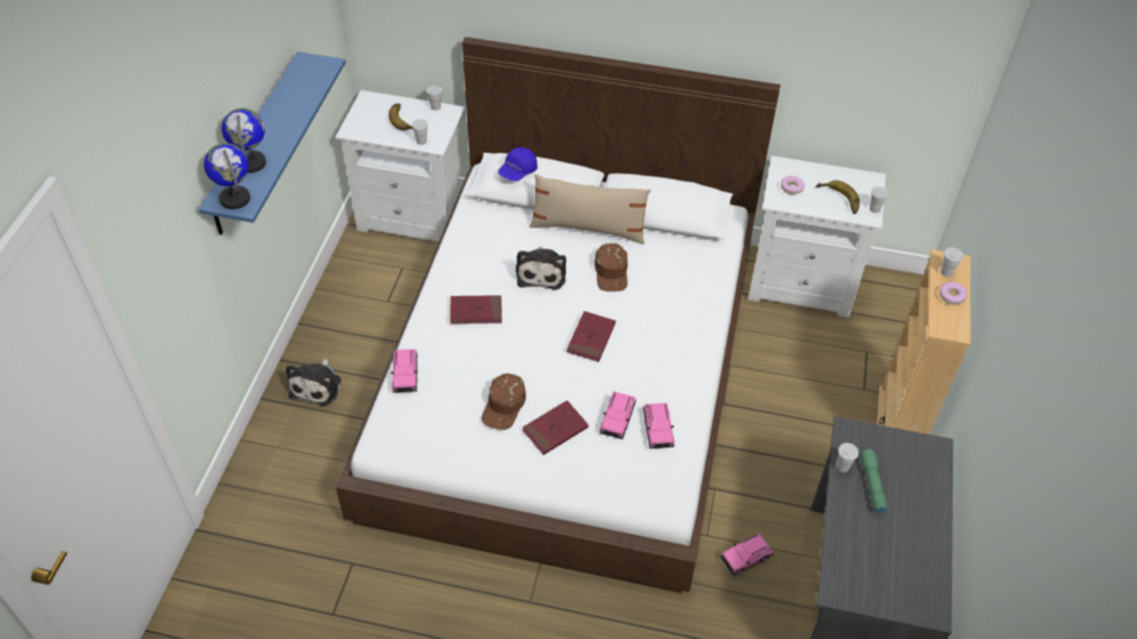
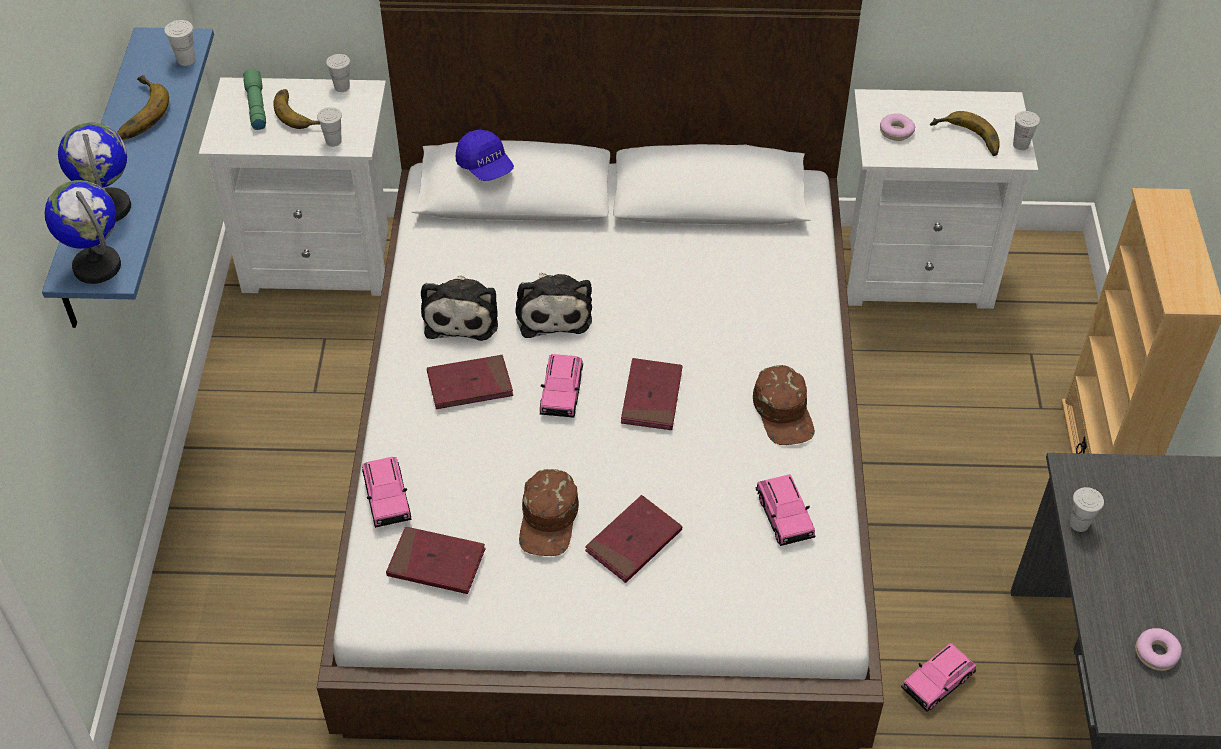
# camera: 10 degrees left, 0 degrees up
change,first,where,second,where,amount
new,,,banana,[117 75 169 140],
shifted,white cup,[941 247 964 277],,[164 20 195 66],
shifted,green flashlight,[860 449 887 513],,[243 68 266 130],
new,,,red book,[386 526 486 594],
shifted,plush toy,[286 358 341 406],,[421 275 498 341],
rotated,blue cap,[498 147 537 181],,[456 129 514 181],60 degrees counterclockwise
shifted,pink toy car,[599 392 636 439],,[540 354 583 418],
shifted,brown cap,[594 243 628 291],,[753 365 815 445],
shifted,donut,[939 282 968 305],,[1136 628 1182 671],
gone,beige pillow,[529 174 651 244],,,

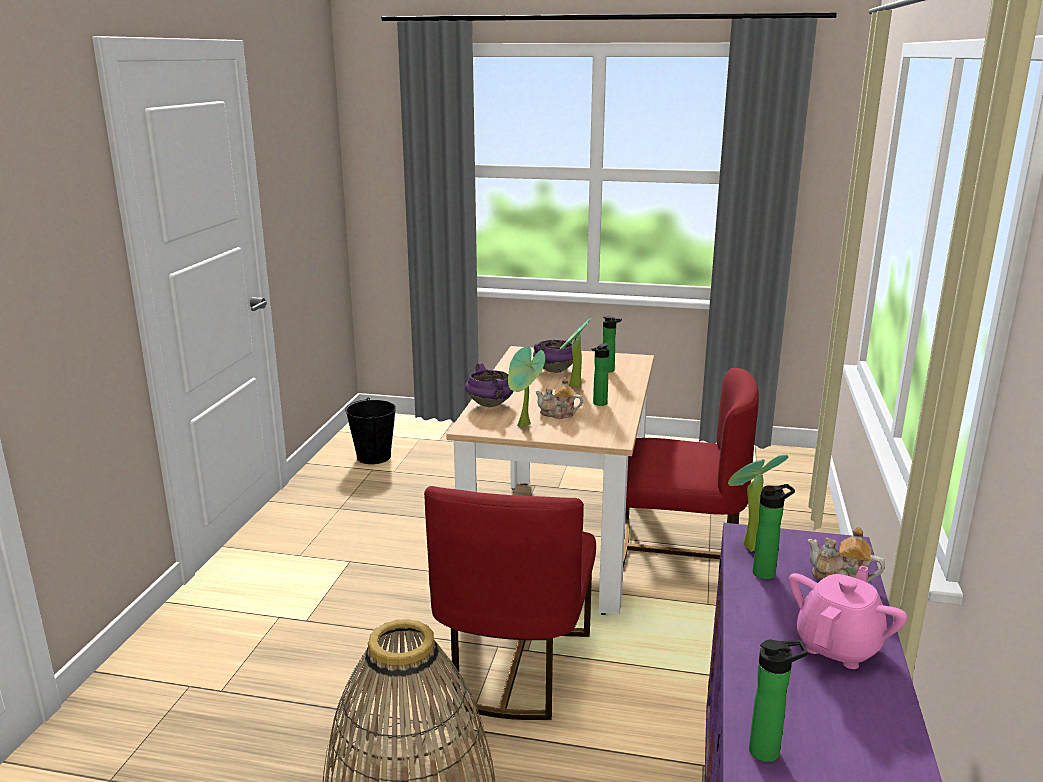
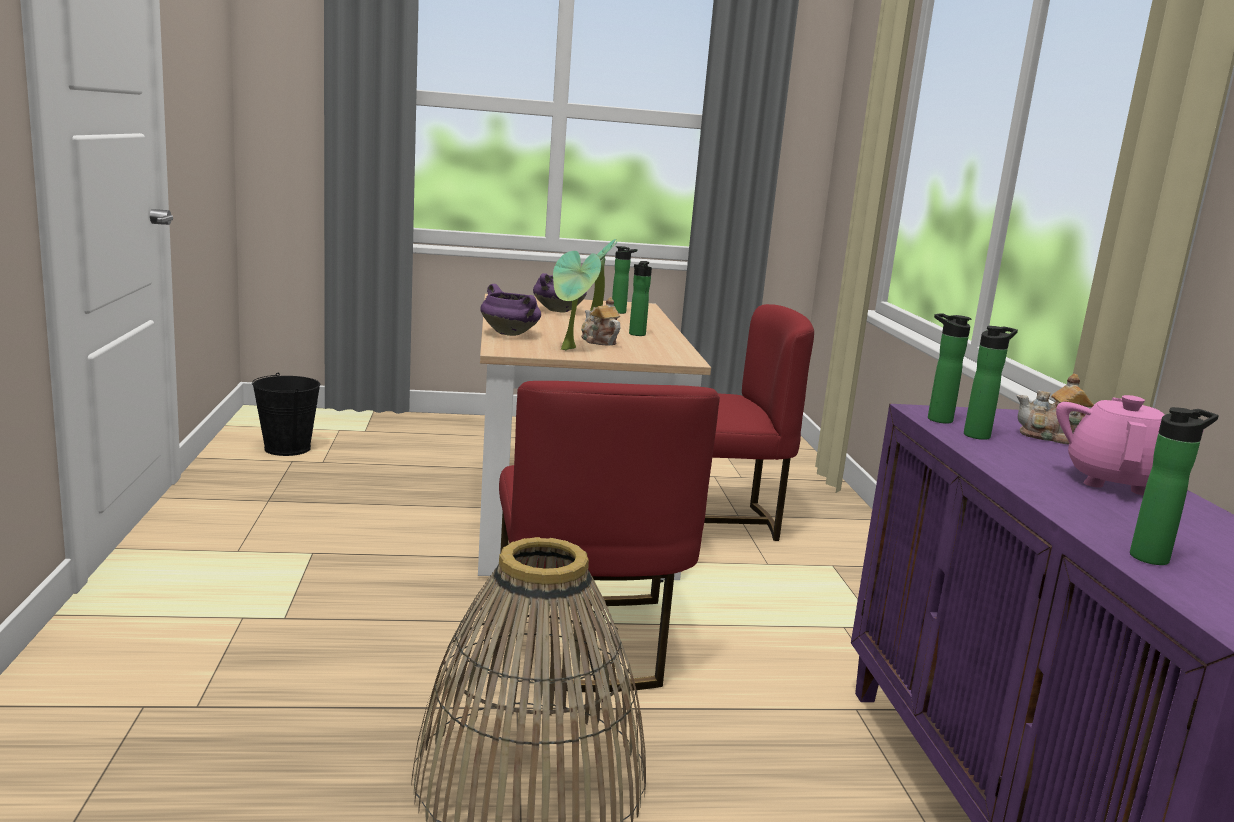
# camera: 20 degrees left, 5 degrees down
change,first,where,second,where,amount
rotated,teapot,[535 378 583 419],,[581 297 620 345],60 degrees clockwise
swapped,potted plant,[728 454 788 552],bottle,[928 313 971 423],

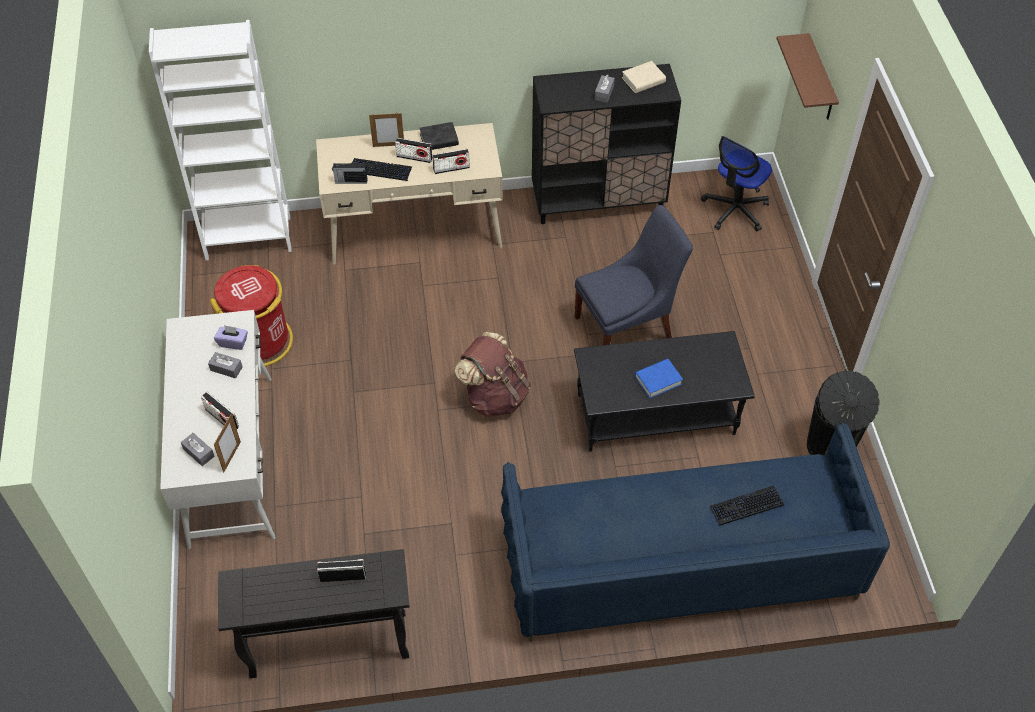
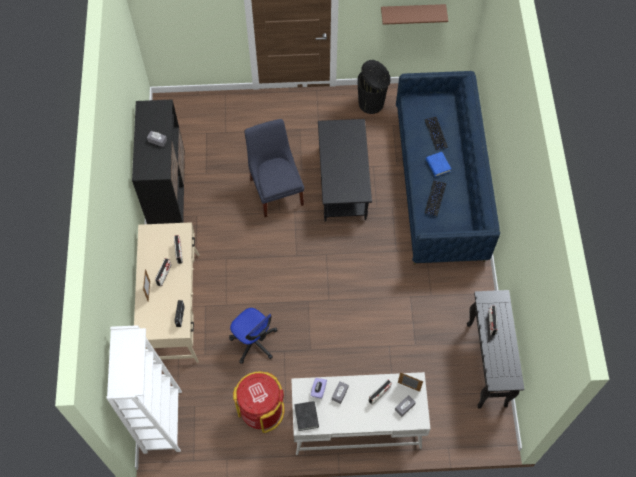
# camera: 85 degrees left, 10 degrees up
change,first,where,second,where,amount
shifted,office chair,[701 136 772 231],,[229 308 278 364],
shifted,black book,[420 122 459 150],,[294 401 319 431],
shifted,brown shelf,[776 33 839 120],,[381 4 448 25],
shifted,keyboard,[352 158 412 181],,[425 180 446 216],
shifted,blue book,[635 359 683 398],,[426 152 451 177],
gone,brown backpack,[455 332 531 417],,,
gone,beige book,[622 61 666 93],,,

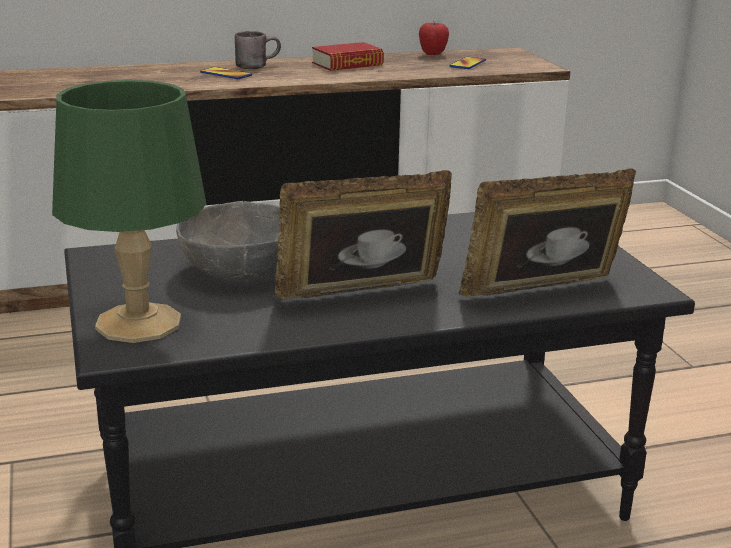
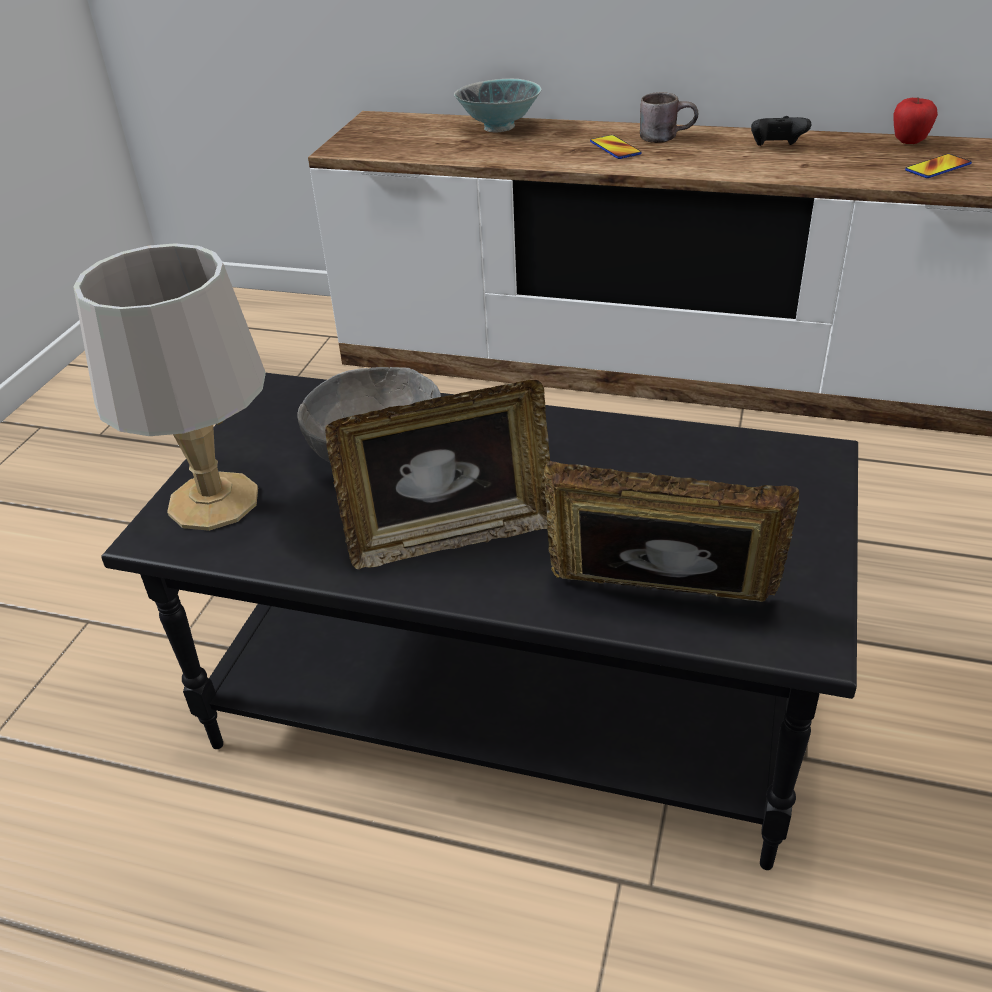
# camera: 35 degrees right, 15 degrees up
change,first,where,second,where,amount
repainted,green table lamp,[52 80 206 343],grey table lamp,[73 243 266 531],
rotated,picture frame,[274 170 452 299],,[325 380 550 569],150 degrees clockwise
new,,,bowl,[454 79 541 132],
swapped,book,[312 42 384 71],black game controller,[751 116 811 146],

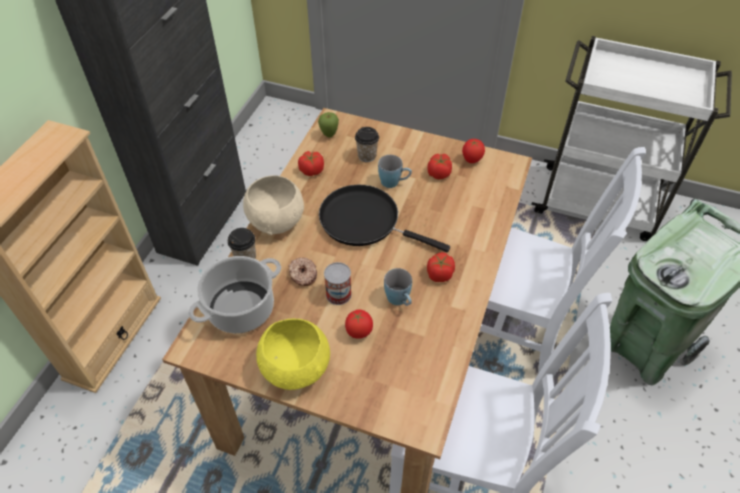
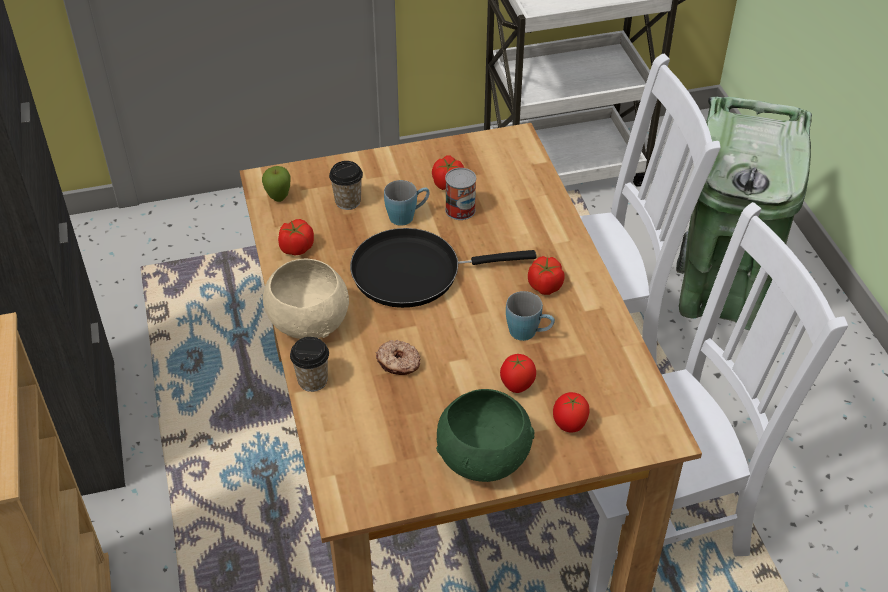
# camera: 35 degrees left, 5 degrees down
change,first,where,second,where,amount
repainted,yellow bowl,[256 319 330 390],green bowl,[436 389 535 482],
shifted,can,[324 262 352 305],,[445 168 476 220],
shifted,tomato,[462 139 485 163],,[553 392 590 433],
gone,cooking pot,[188 256 281 333],,,

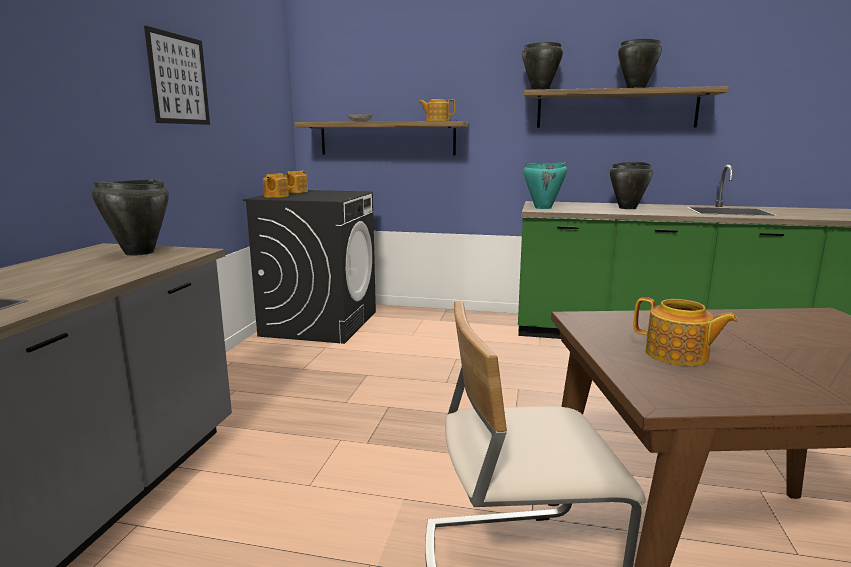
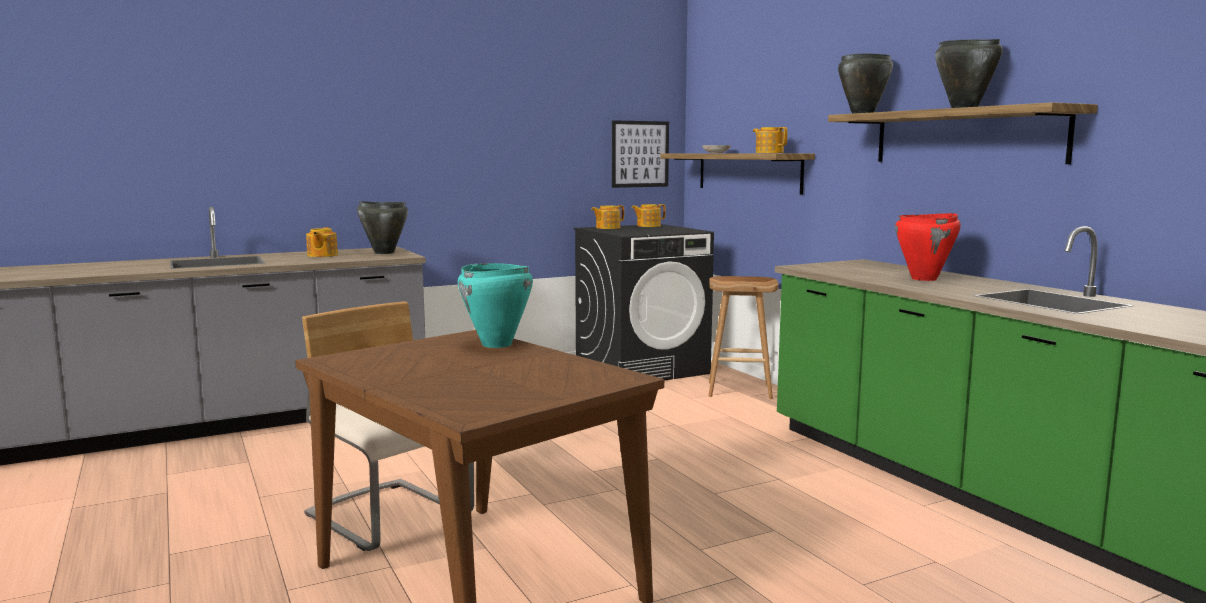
# camera: 50 degrees right, 5 degrees down
change,first,where,second,where,amount
shifted,teapot,[634 297 738 366],,[306 227 338 257],
shifted,turquoise cooking pot,[523 162 567 209],,[458 263 533 348],
shifted,picture,[144 26 210 125],,[612 120 669 188],
new,,,brown stool,[709 276 779 399],
repainted,black cooking pot,[610 162 653 209],red cooking pot,[895 213 961 281],

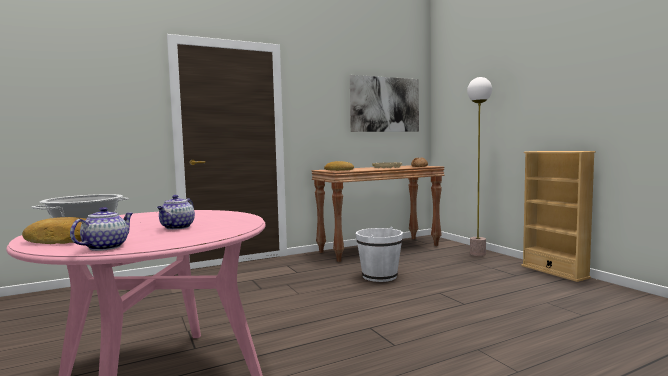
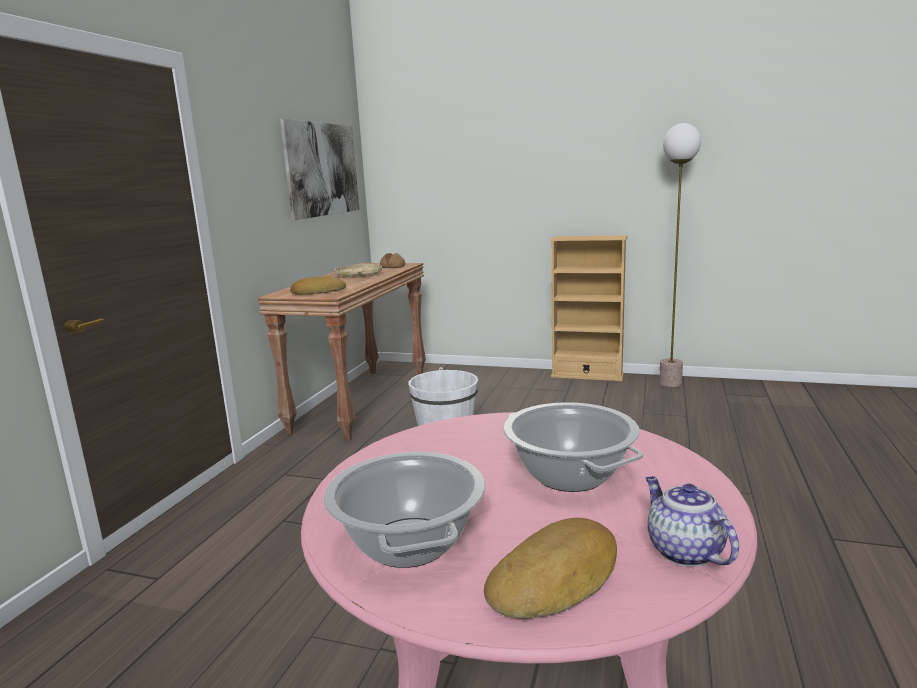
# camera: 45 degrees left, 10 degrees up
change,first,where,second,where,amount
swapped,teapot,[157 195 195 230],cooking pot,[503 402 644 492],
shifted,floor lamp,[467 77 492 256],,[659 123 701 387],

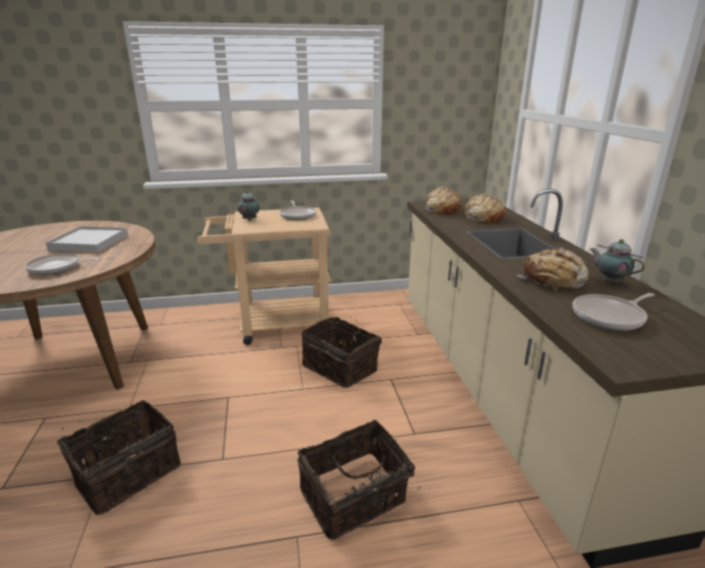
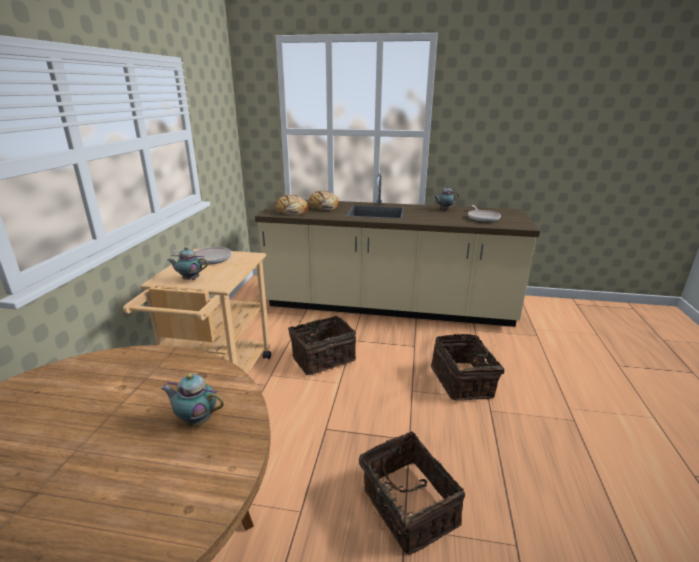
# camera: 70 degrees left, 0 degrees up
change,first,where,second,where,amount
swapped,frying pan,[25 253 102 275],teapot,[161 373 224 426],
gone,white tray,[46 226 128 253],,,
gone,bread,[517 248 588 290],,,

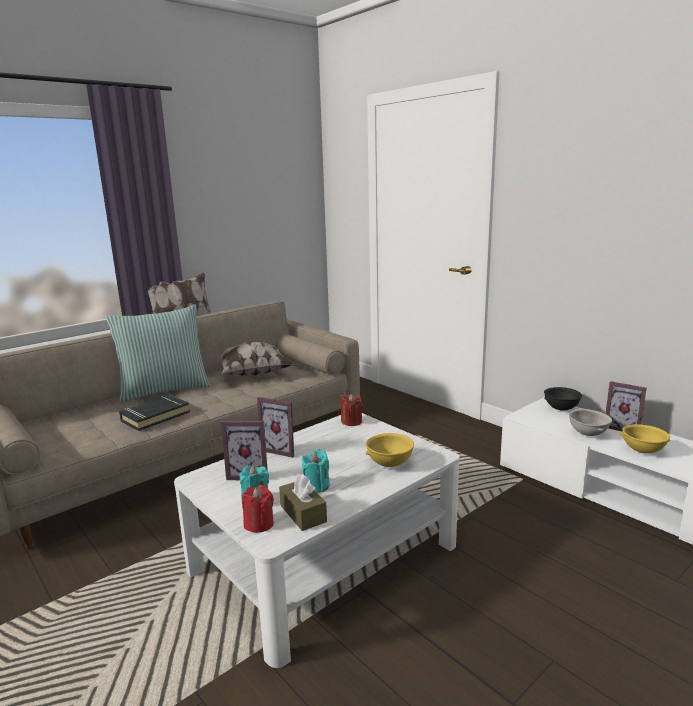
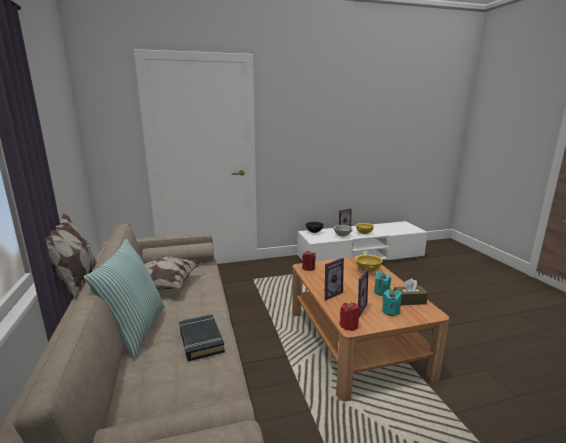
# camera: 65 degrees left, 0 degrees up
change,first,where,second,where,amount
repainted,white coffee table,[174 413 460 668],brown coffee table,[292 257 449 401],
shifted,red candle,[242 485 274 533],,[340 303 360 331],

